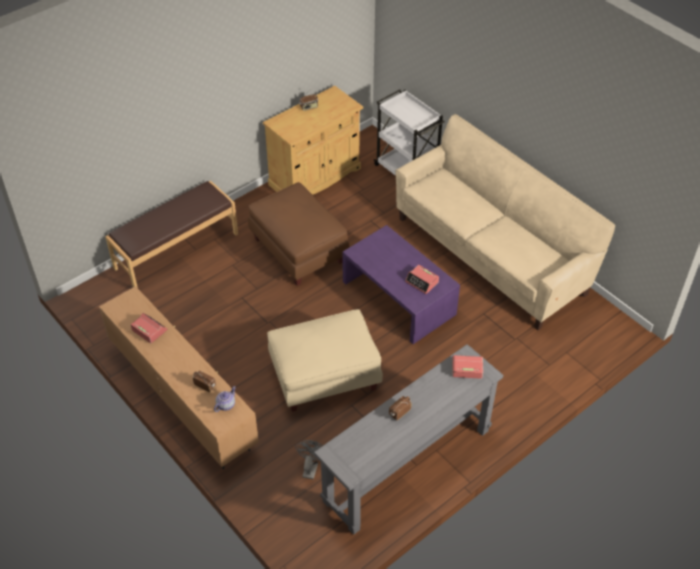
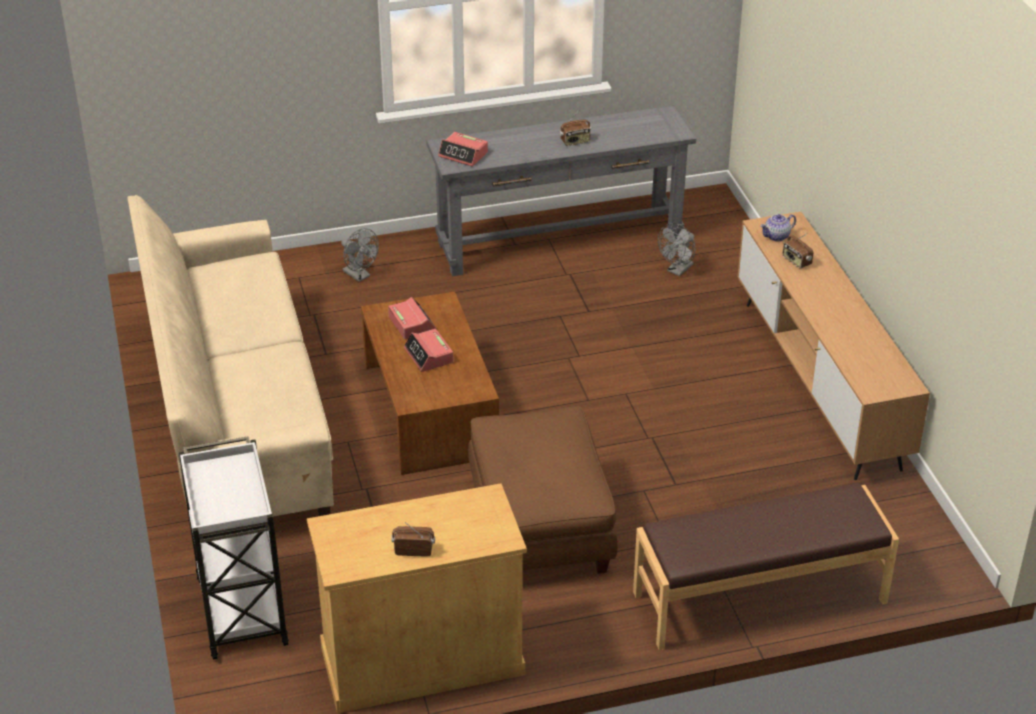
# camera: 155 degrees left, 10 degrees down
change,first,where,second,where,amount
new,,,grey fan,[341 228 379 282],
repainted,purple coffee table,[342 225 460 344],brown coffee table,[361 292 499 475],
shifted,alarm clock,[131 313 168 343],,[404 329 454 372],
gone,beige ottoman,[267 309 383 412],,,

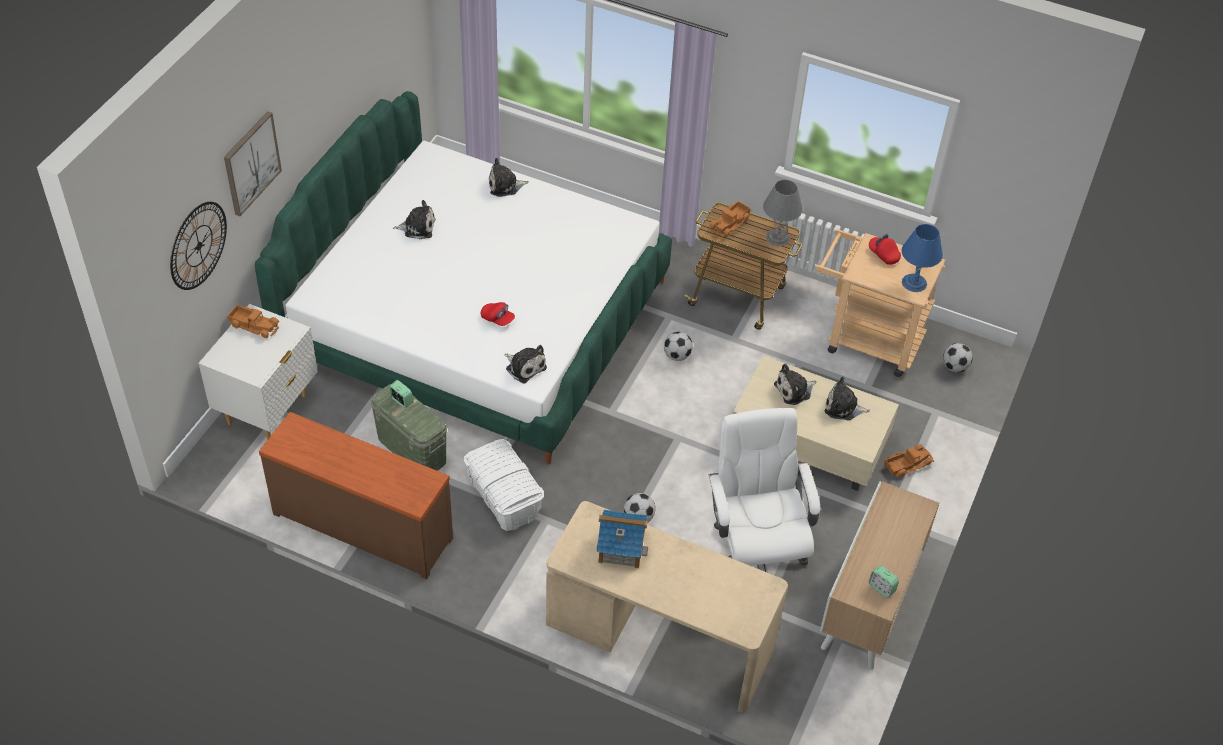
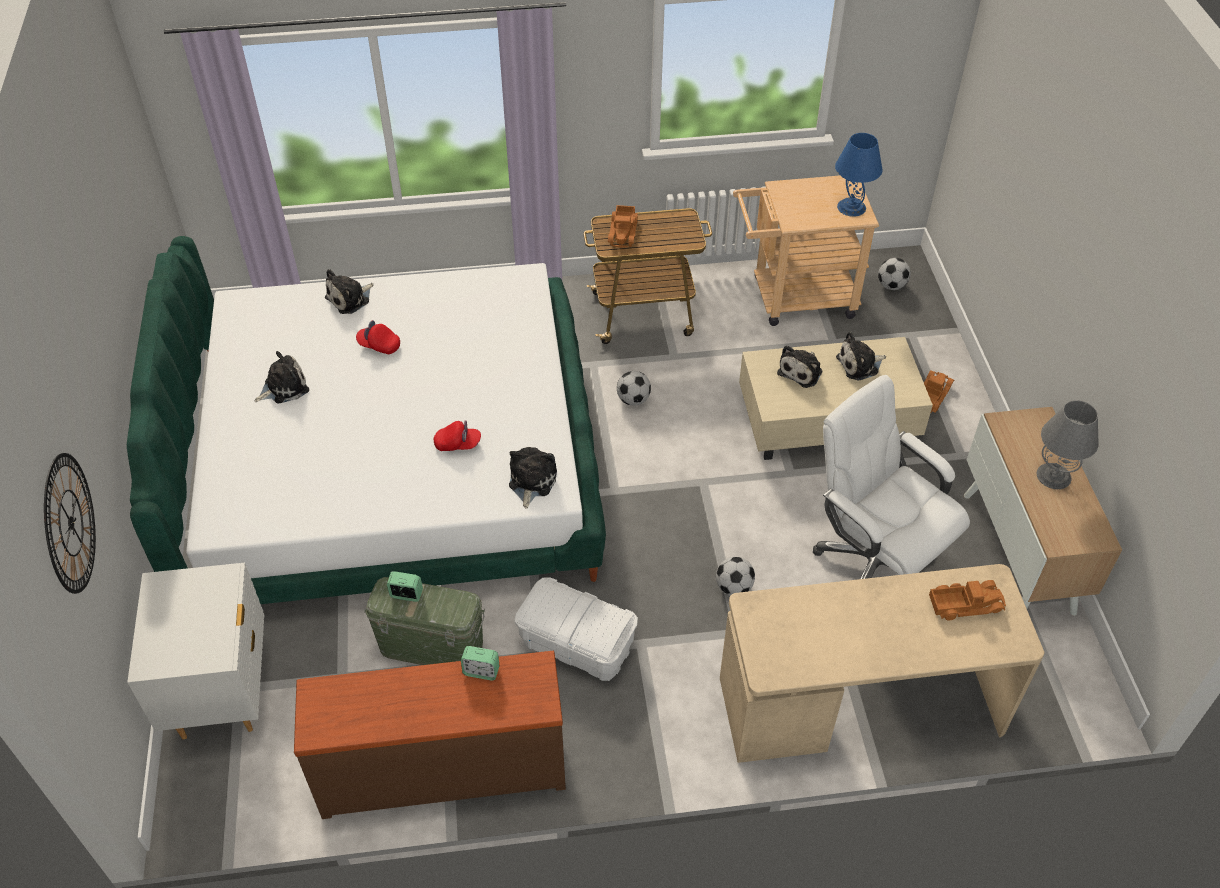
# camera: 30 degrees left, 0 degrees up
change,first,where,second,where,amount
shifted,red cap,[869 234 901 265],,[356 320 400 354],
shifted,alarm clock,[869 565 899 598],,[461 646 499 680],
rotated,plush toy,[504 345 547 384],,[509 447 557 509],90 degrees counterclockwise
shifted,toy truck,[227 305 279 338],,[929 580 1006 620],
shifted,grey table lamp,[763 180 803 246],,[1037 400 1099 489],
gone,picture,[224 111 282 216],,,
gone,toy house,[597 510 648 568],,,

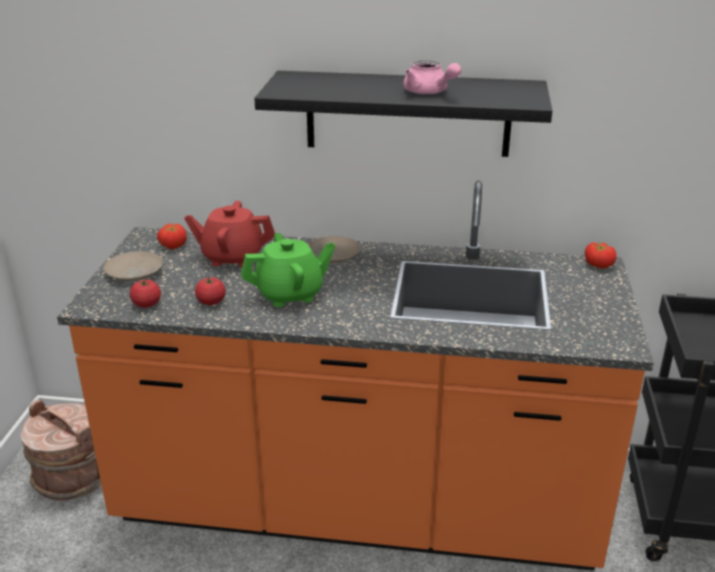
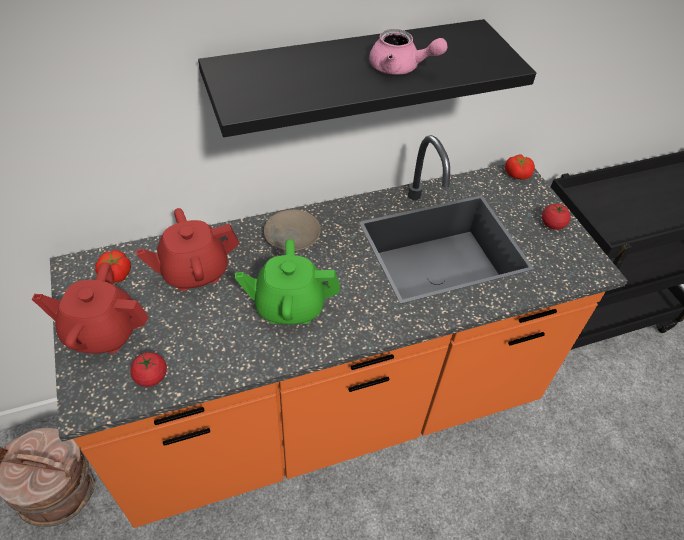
# camera: 30 degrees left, 20 degrees up
change,first,where,second,where,amount
swapped,beige plate,[103 251 163 281],red teapot,[32 263 149 354],
rotated,green teapot,[241 233 335 307],,[235 239 340 325],135 degrees counterclockwise
shifted,tomato,[195 277 226 305],,[542 204 571 230],

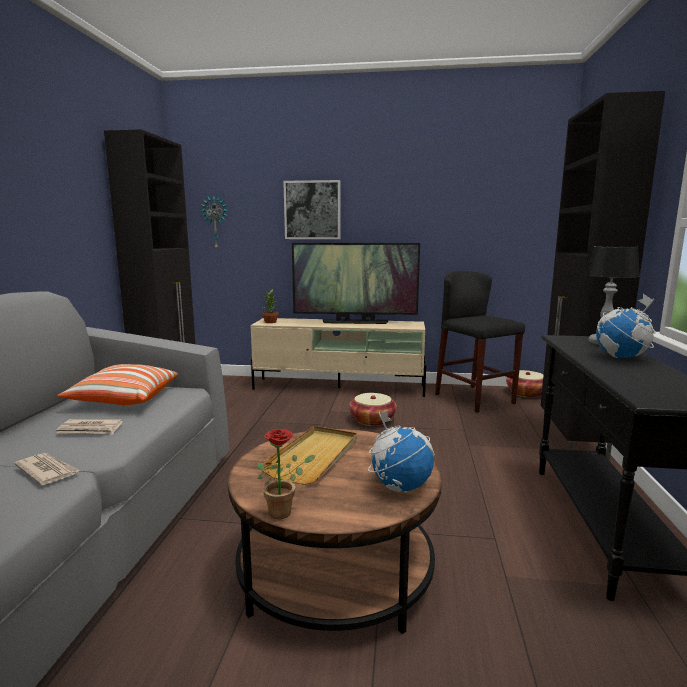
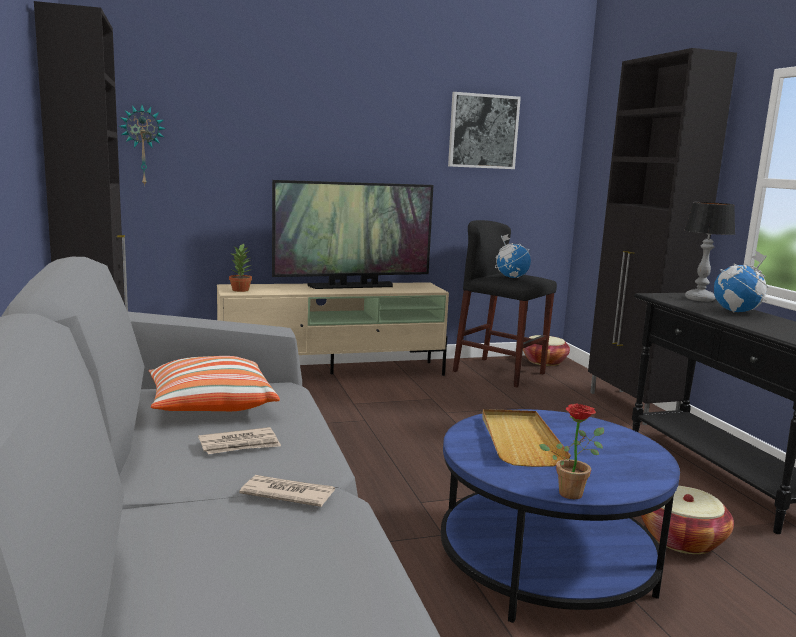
# camera: 25 degrees left, 0 degrees up
change,first,where,second,where,amount
repainted,brown coffee table,[228 429 442 634],blue coffee table,[441 409 680 623],
shifted,picture,[283 180 341 239],,[448 92 521 169],
shifted,globe,[368 411 435 493],,[495 234 531 278],
shifted,basket,[349 393 397 426],,[641 486 734 554],

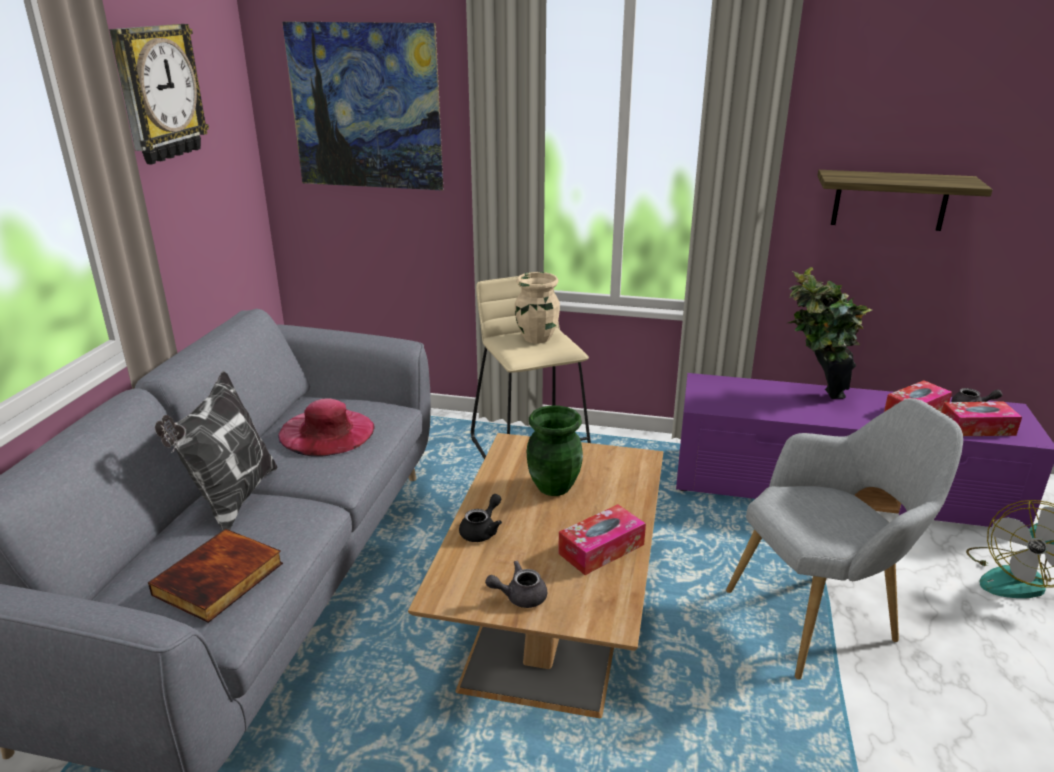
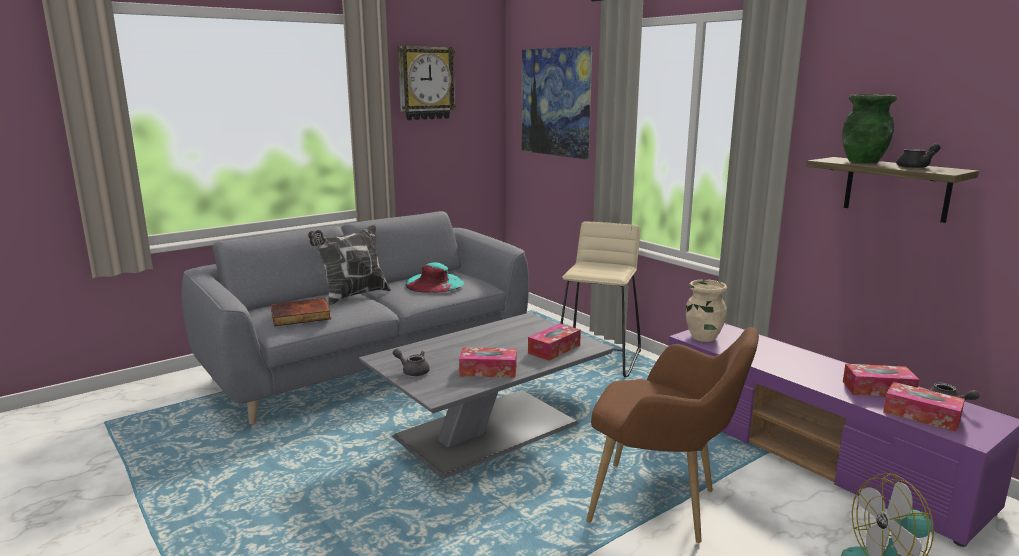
# camera: 40 degrees right, 10 degrees down
change,first,where,second,where,amount
repainted,brown coffee table,[408 433 663 718],grey coffee table,[359 313 614 479],
repainted,pink hat,[278 398 375 457],turquoise hat,[405 262 464 293],
new,,,tissue box,[528 324 581 361],
repainted,grey armchair,[726 398 963 680],brown armchair,[586 327 759 543],
shifted,beige vase,[515 272 560 344],,[686 279 727 342],
shifted,green vase,[527 406 583 496],,[842 94 897 163],
shifted,black teapot,[459 494 502 542],,[896 144 940 168],
gone,potted plant,[788 267 872 399],,,

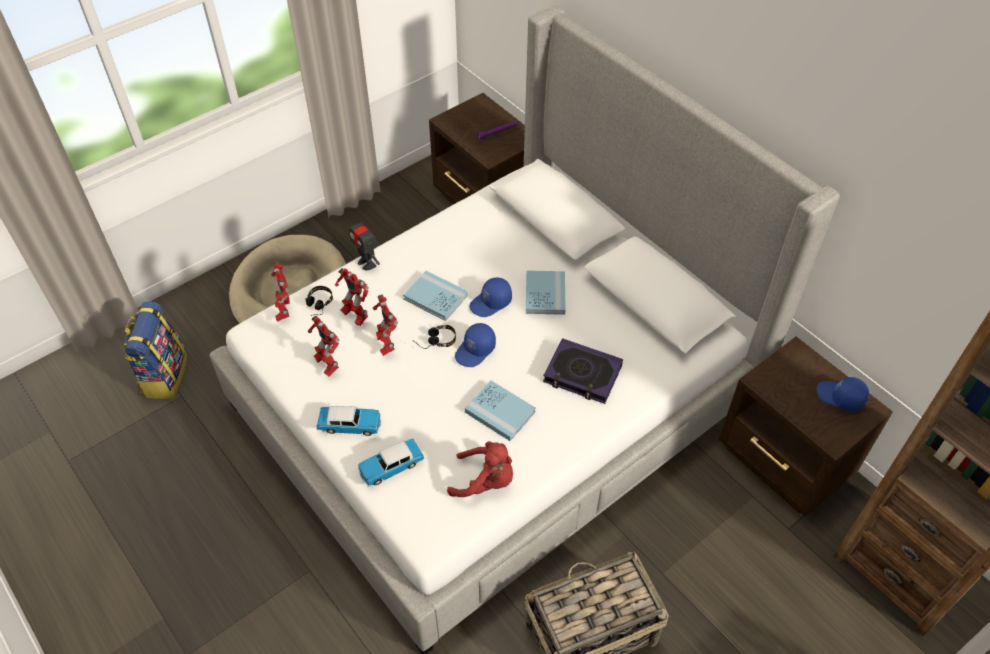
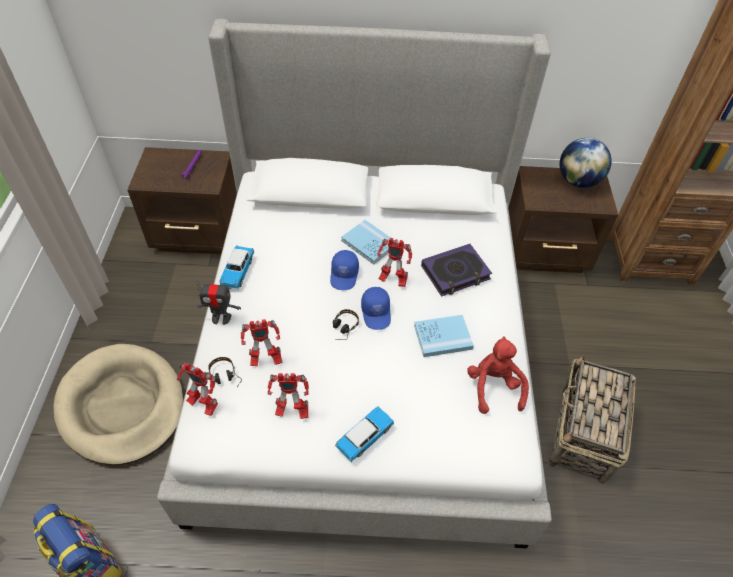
# camera: 50 degrees left, 0 degrees up
change,first,where,second,where,amount
shifted,toy car,[358 439 425 487],,[220 245 254 289],
shifted,toy robot,[373 295 398 356],,[377 238 412 287],
rotated,red plush toy,[447 441 513 497],,[467 336 529 414],60 degrees counterclockwise
swapped,blue cap,[817 377 869 412],globe,[560 138 612 188],
gone,blue book,[403 271 468 321],,,

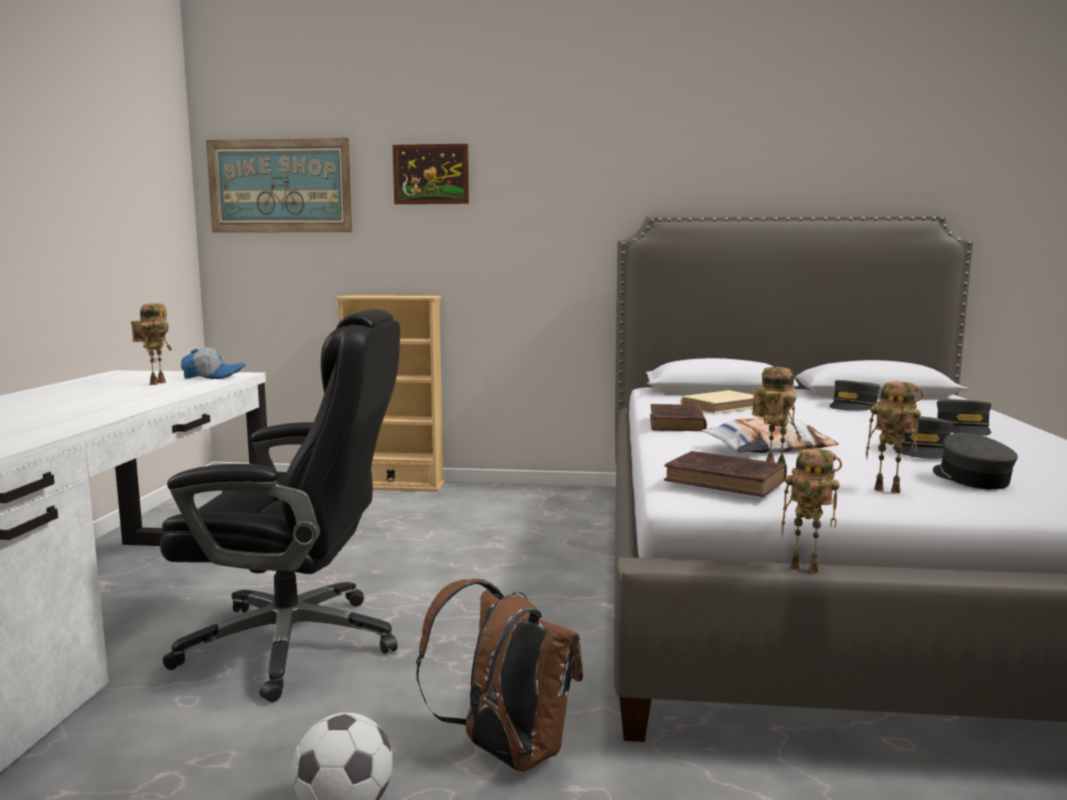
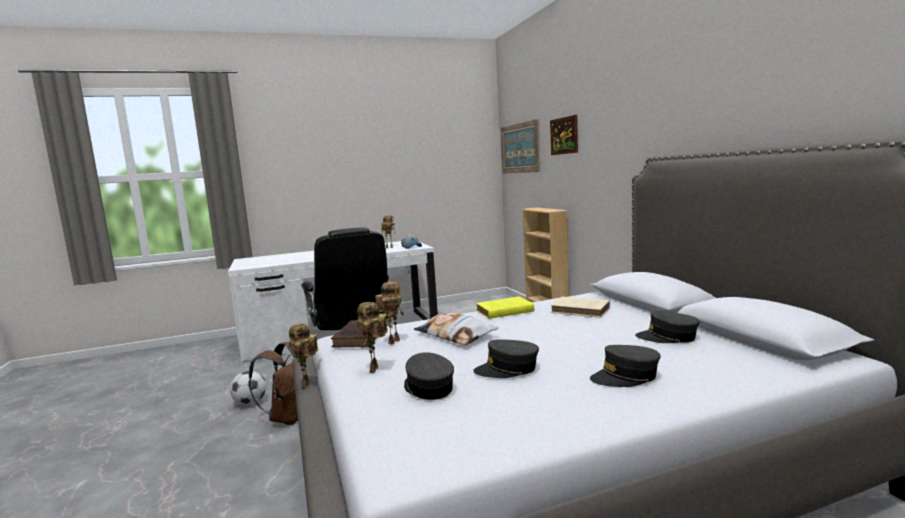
# camera: 65 degrees right, 0 degrees up
change,first,where,second,where,amount
rotated,grey cap,[933 433 1018 490],,[404 352 454 400],90 degrees counterclockwise
repainted,brown book,[650 404 707 431],yellow book,[476 297 534 319],

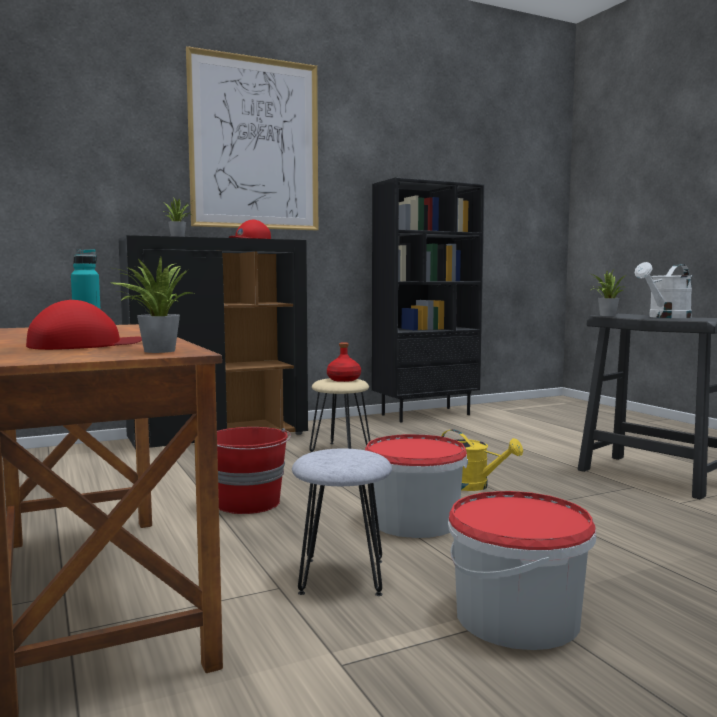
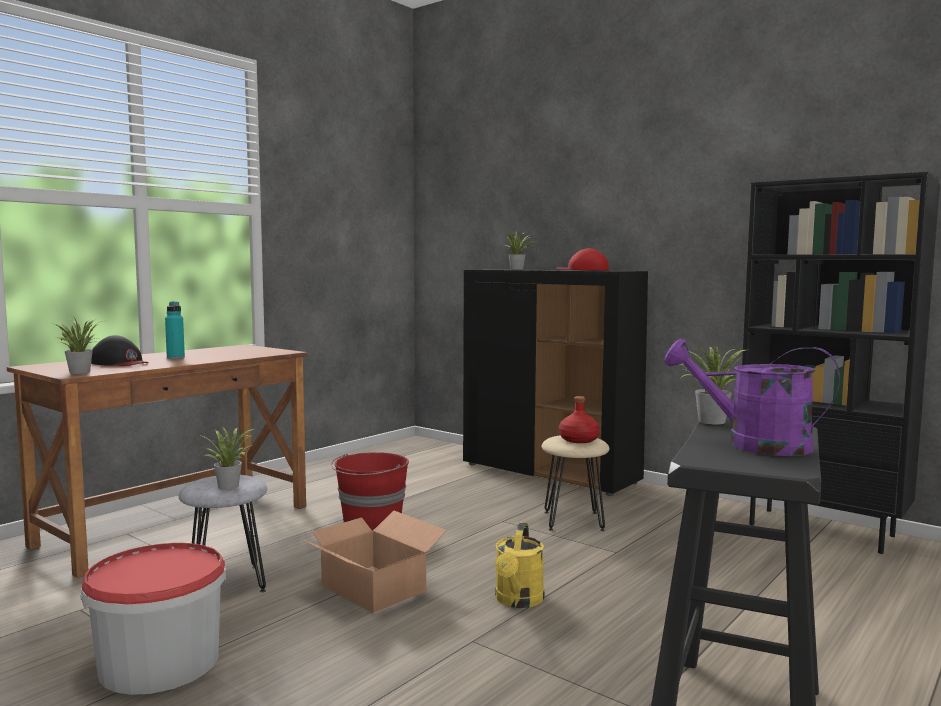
# camera: 65 degrees right, 0 degrees up
change,first,where,second,where,amount
repainted,red cap,[26 300 142 350],black cap,[91 335 149 366],
new,,,potted plant,[203 426 254 489],
swapped,bucket,[365 434 468 538],cardboard box,[298 511 447 613],
repainted,white watering can,[635 262 693 318],purple watering can,[665 339 840 456],
gone,picture,[186 46 318 230],,,

